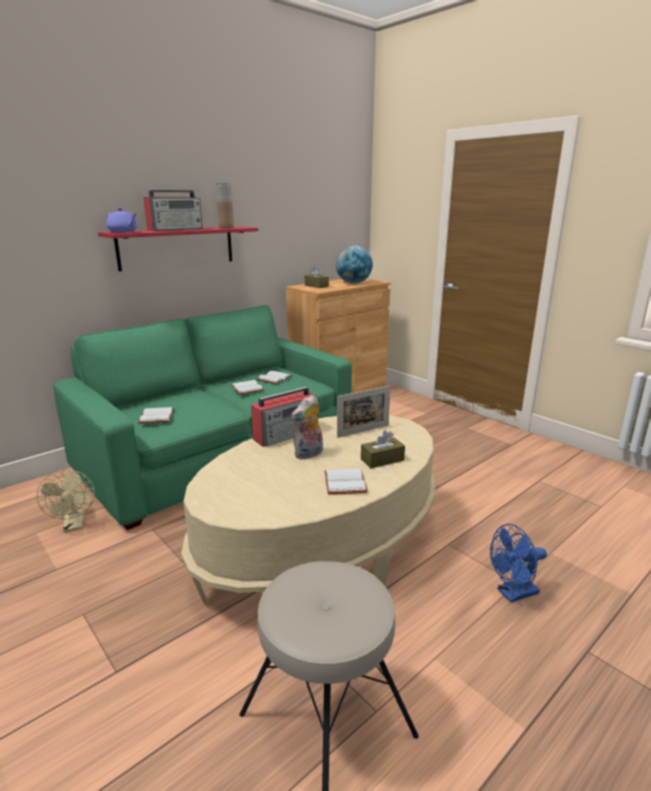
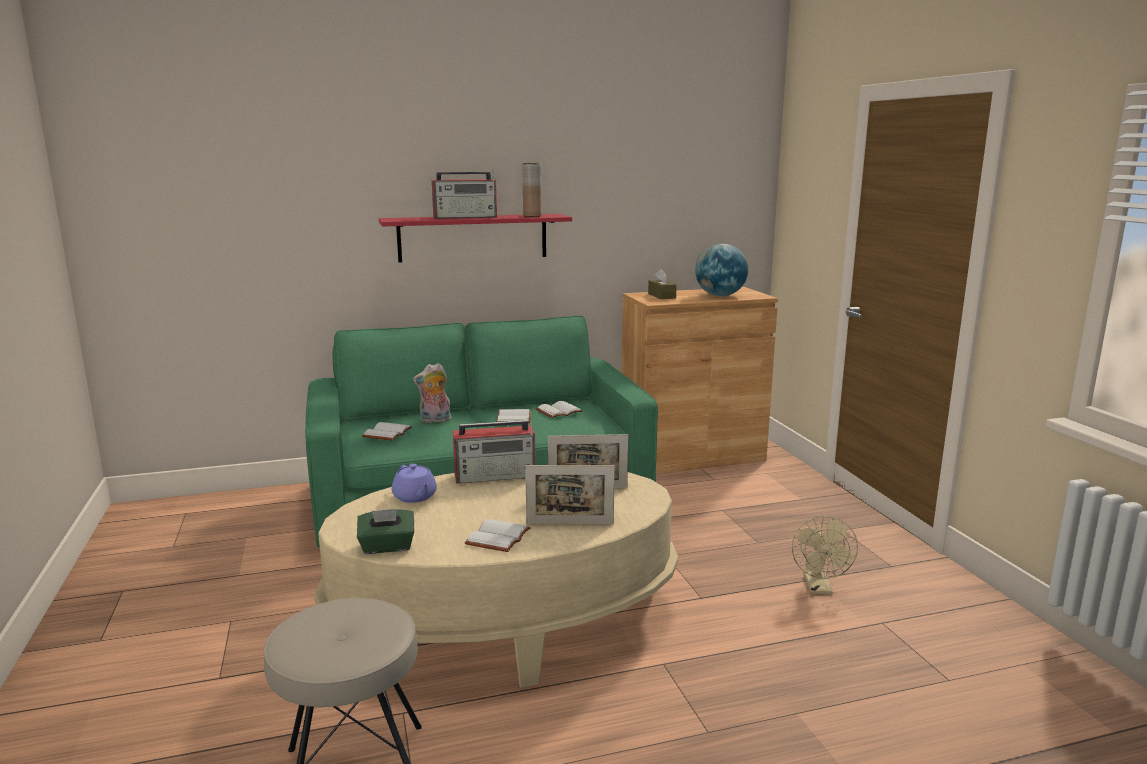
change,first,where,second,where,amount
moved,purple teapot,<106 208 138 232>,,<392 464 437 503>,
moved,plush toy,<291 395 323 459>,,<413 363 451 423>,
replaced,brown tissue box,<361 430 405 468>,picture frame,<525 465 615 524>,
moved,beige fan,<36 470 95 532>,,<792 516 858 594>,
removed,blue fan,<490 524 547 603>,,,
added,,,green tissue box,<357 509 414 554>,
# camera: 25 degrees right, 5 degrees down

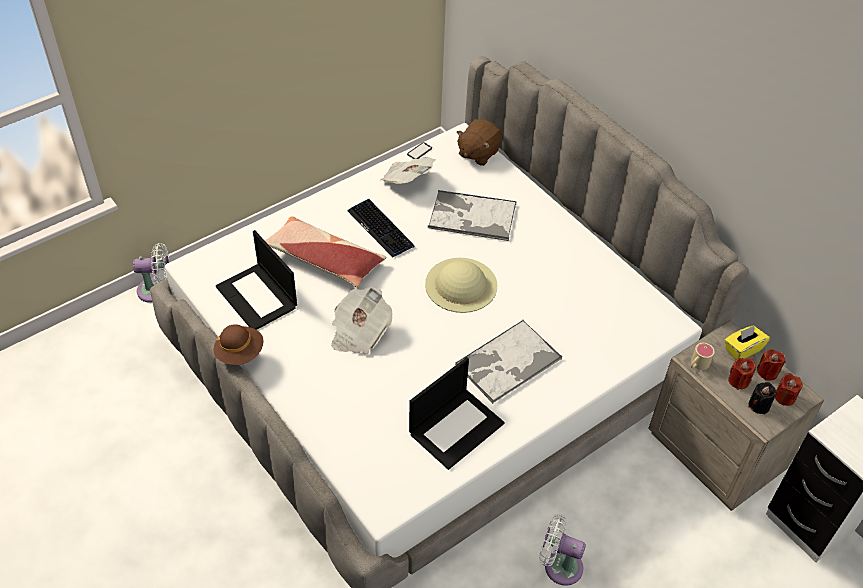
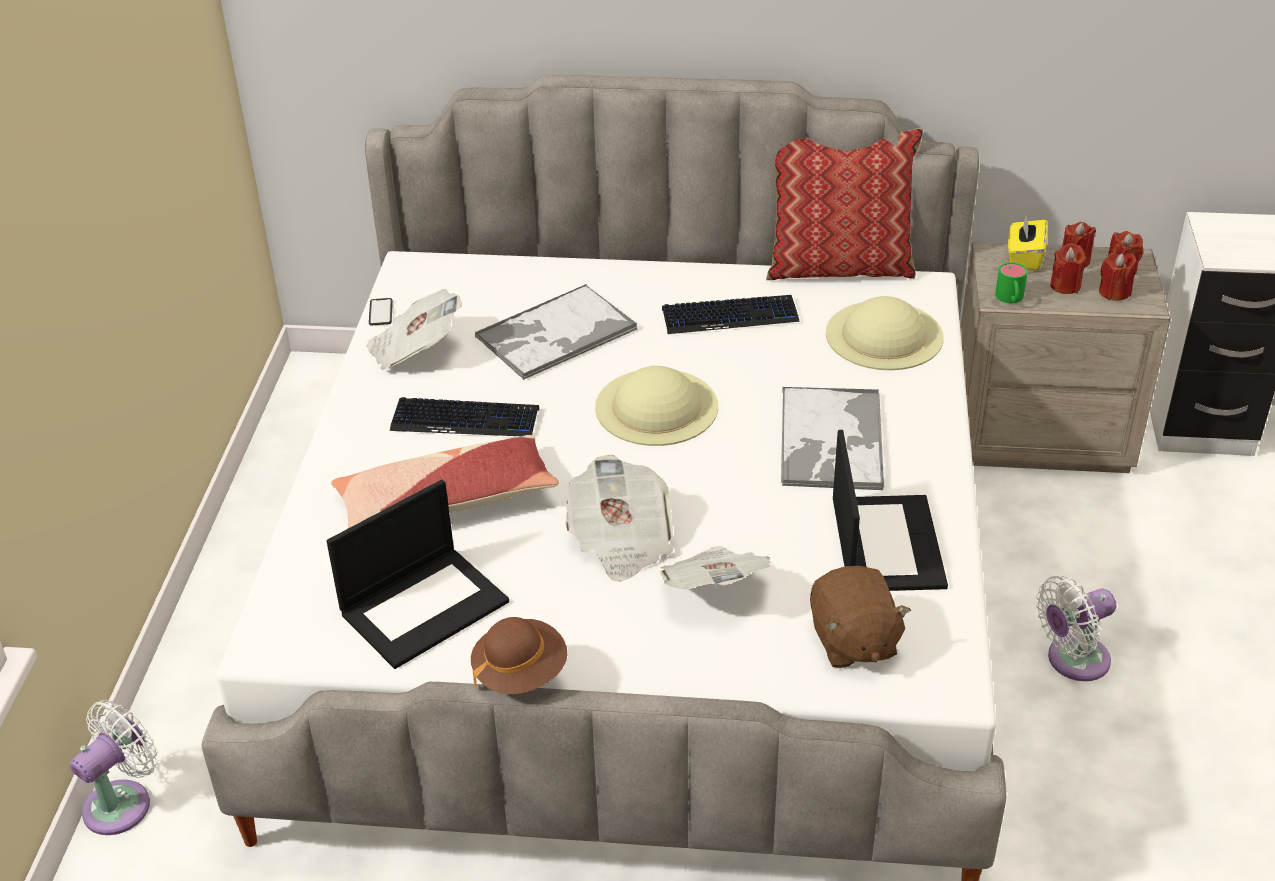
change,first,where,second,where,amount
moved,brown plush toy,<457 119 502 166>,,<810 566 911 668>,
turned,laptop,<216 230 297 330>,,<326 480 509 669>,45 degrees counterclockwise
recoloured,beige mug,<691 343 715 370>,green mug,<995 262 1028 303>,
recoloured,black candle,<748 382 777 414>,red candle,<1099 253 1136 301>,
added,,,pillow,<766 127 923 280>,
added,,,keyboard,<662 295 800 334>,
added,,,beige hat,<826 296 944 370>,
added,,,newspaper,<660 546 771 589>,
# camera: 45 degrees left, 10 degrees down

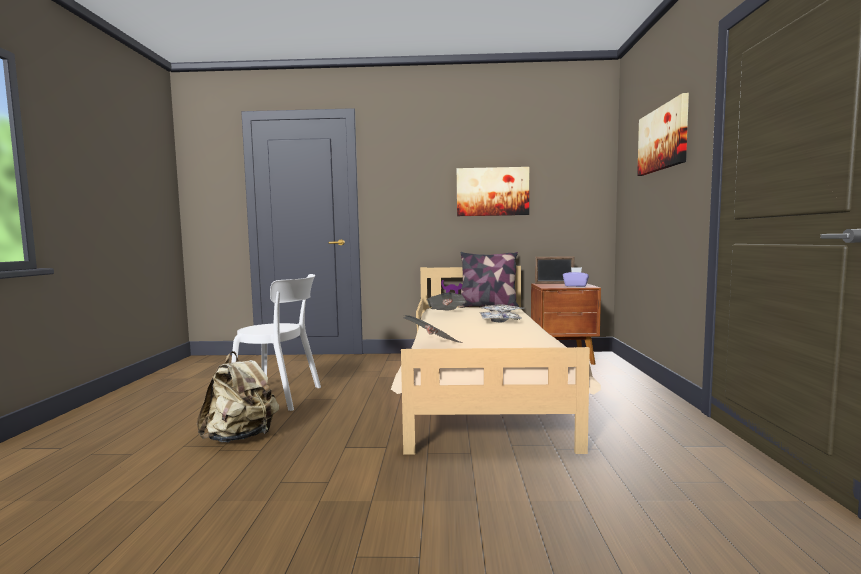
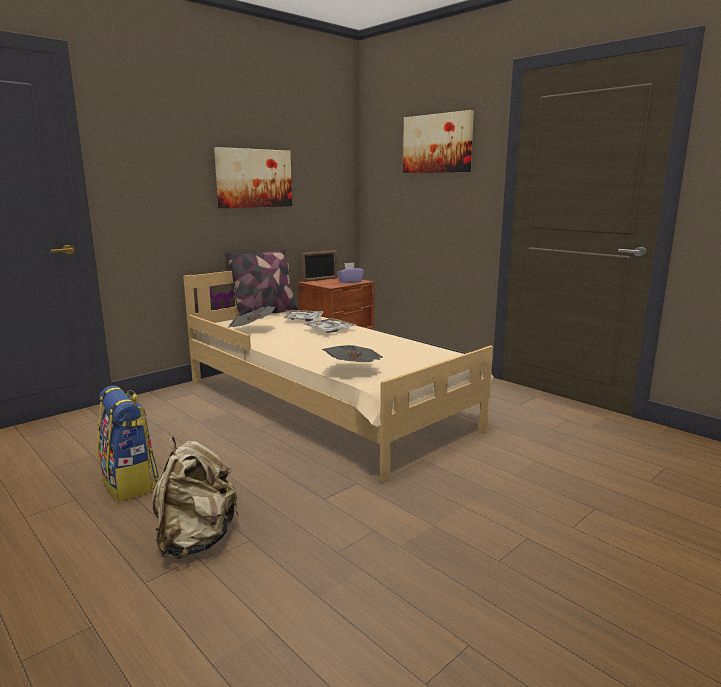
change,first,where,second,where,amount
replaced,white chair,<231 274 321 411>,backpack,<97 385 160 502>,
# camera: 45 degrees left, 10 degrees up

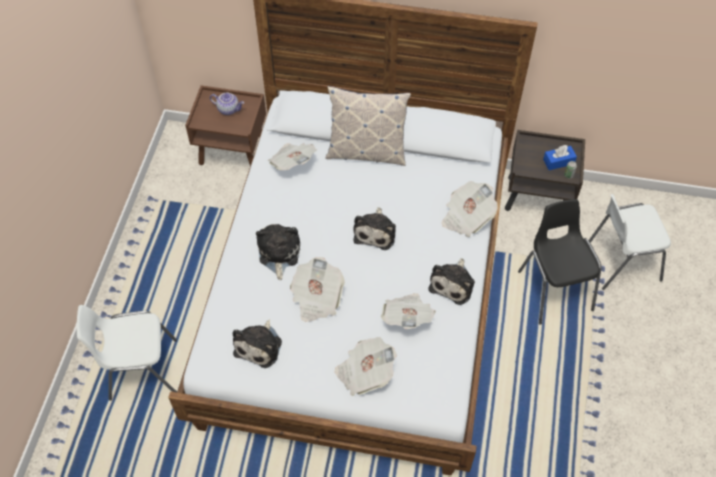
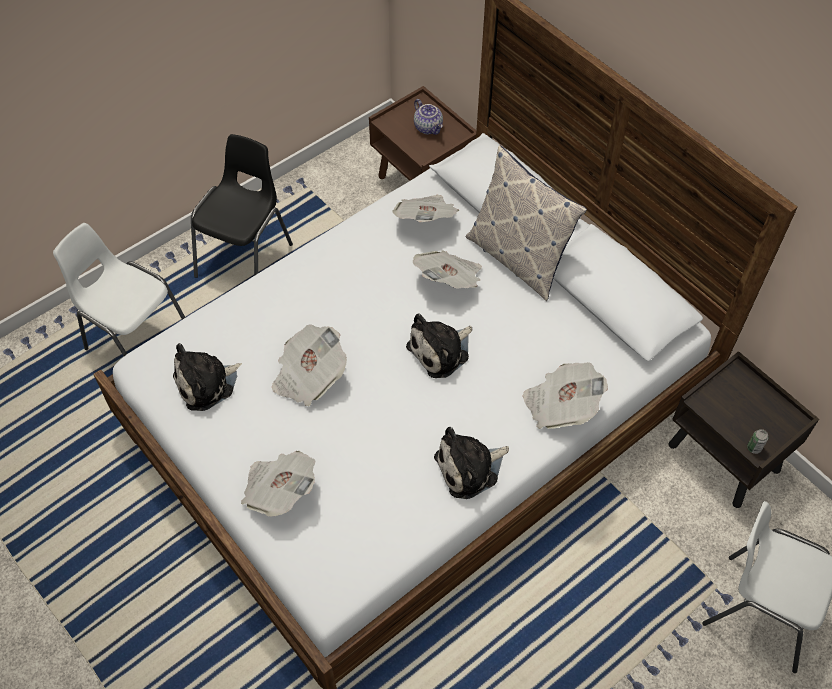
change,first,where,second,where,amount
removed,blue tissue box,<543 145 577 170>,,,
moved,black chair,<518 199 602 324>,,<191 134 293 278>,
removed,plush toy,<256 224 300 280>,,,
moved,newspaper,<381 293 436 329>,,<413 250 482 289>,
# camera: 40 degrees right, 0 degrees up

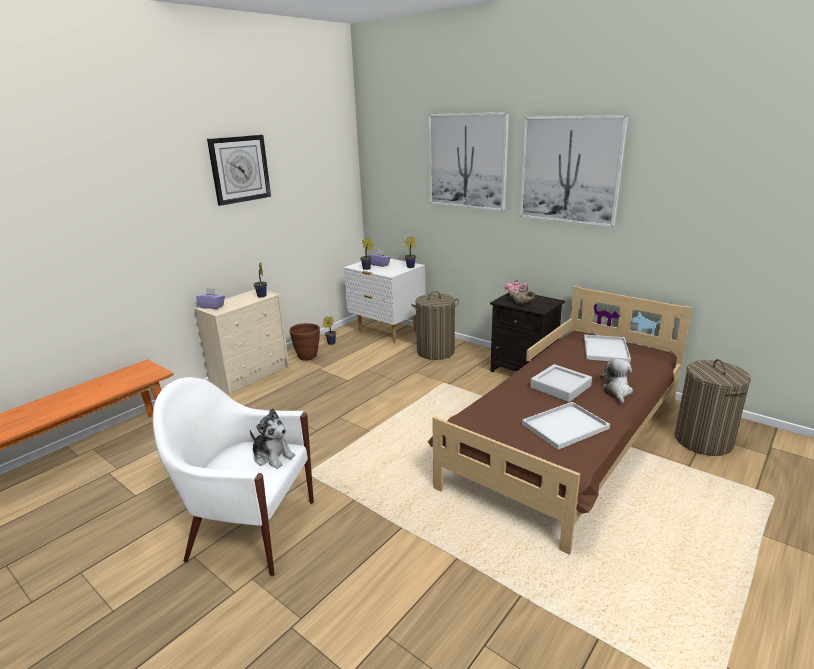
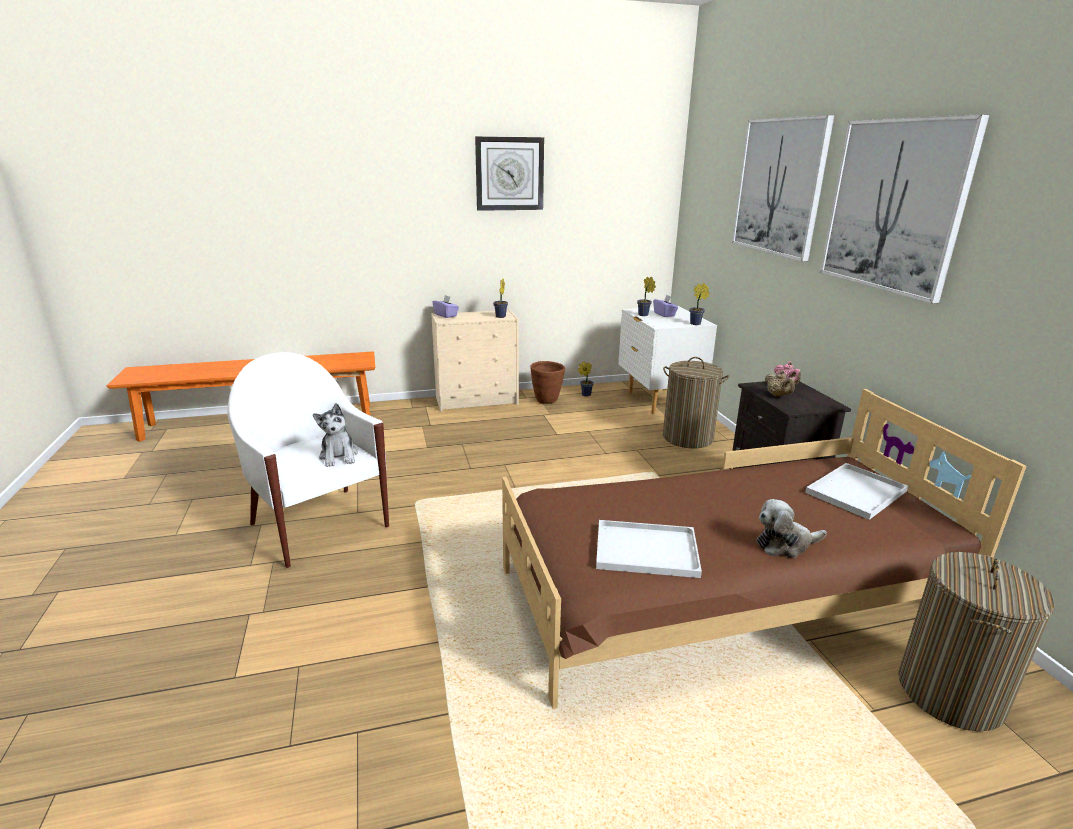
change,first,where,second,where,amount
turned,plush toy,<600 359 633 404>,,<756 499 827 558>,150 degrees counterclockwise
removed,grey tray,<530 364 592 402>,,,
# camera: 35 degrees right, 0 degrees up

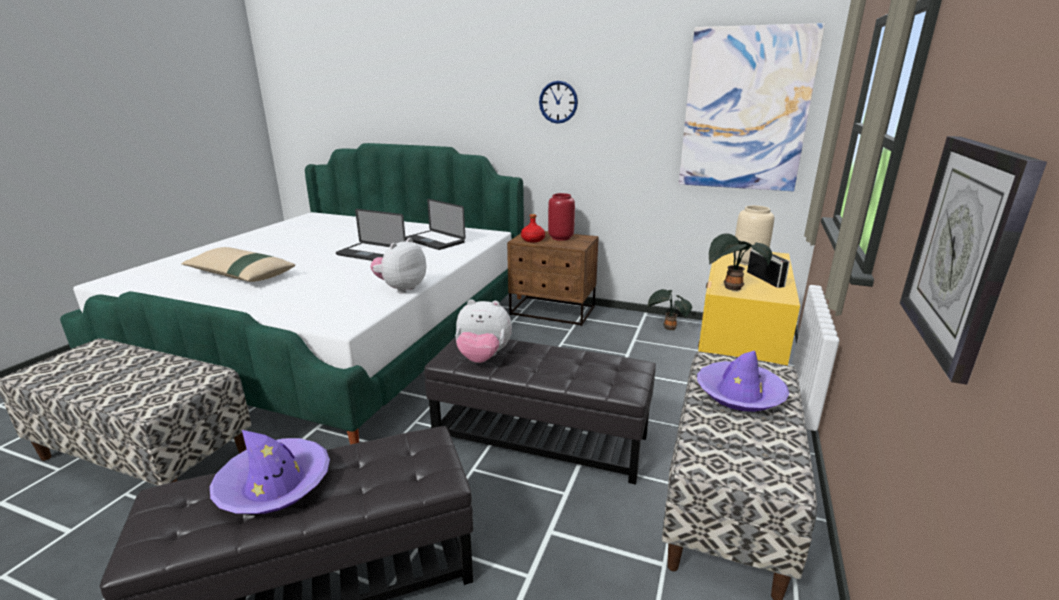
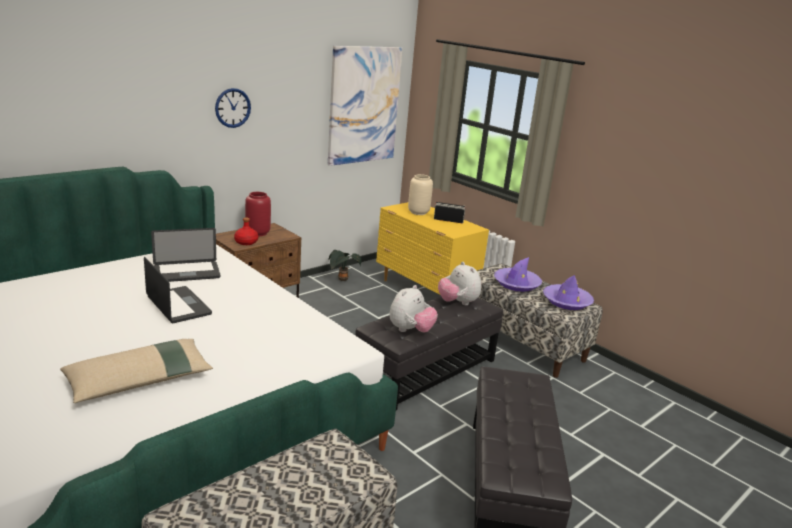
change,first,where,second,where,amount
removed,wall clock,<900 136 1047 385>,,,
turned,laptop,<336 209 406 261>,,<144 257 212 323>,90 degrees counterclockwise
removed,potted plant,<709 233 772 291>,,,
moved,plush toy,<370 238 426 294>,,<438 262 481 305>,
moved,purple hat,<210 430 330 514>,,<543 275 594 310>,
# camera: 65 degrees left, 0 degrees up

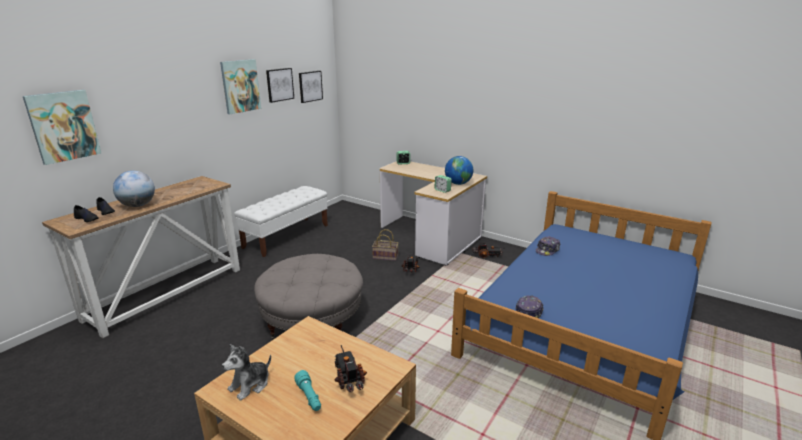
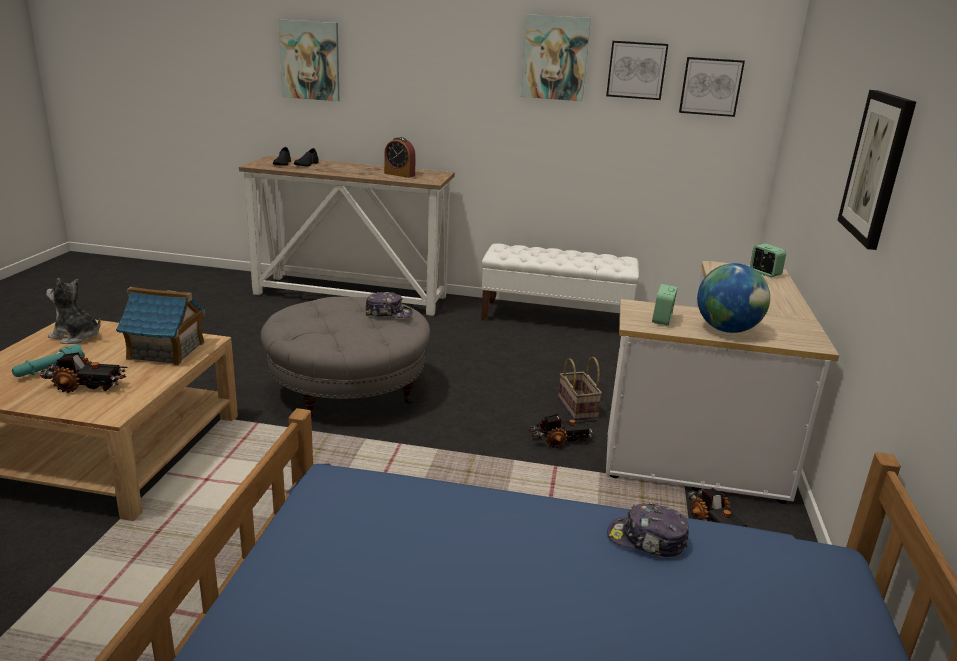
change,first,where,second,where,amount
removed,globe,<113 171 155 207>,,,
moved,cap,<515 295 544 318>,,<366 292 413 318>,
turned,toy truck,<334 345 367 392>,,<40 352 128 393>,45 degrees clockwise
added,,,picture,<838 90 916 250>,
added,,,alarm clock,<384 137 416 178>,
added,,,toy house,<116 287 207 365>,
# camera: 65 degrees right, 0 degrees up

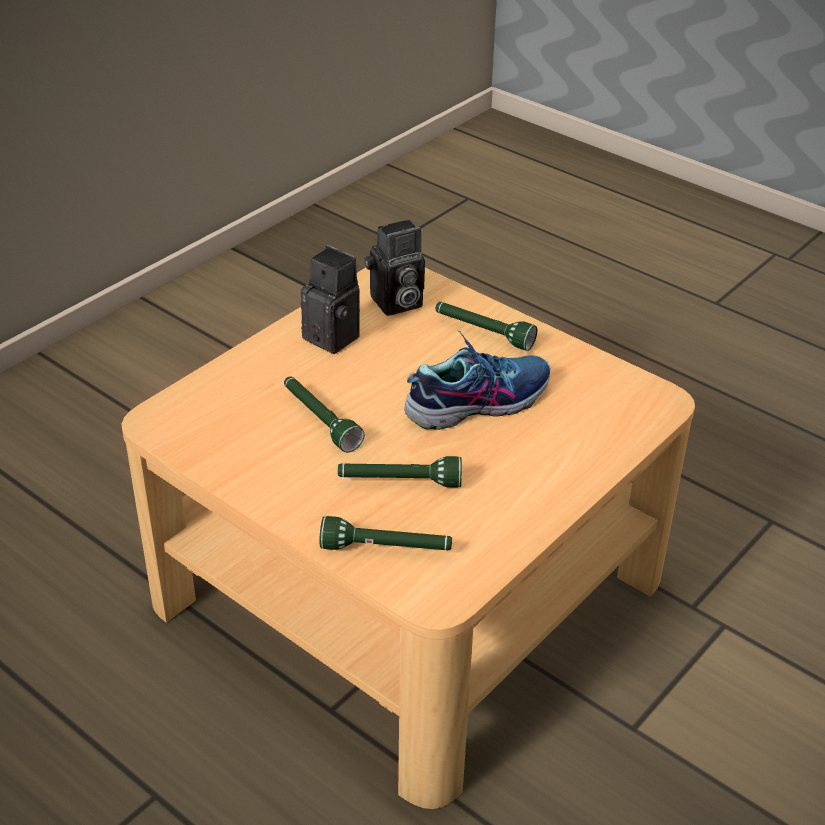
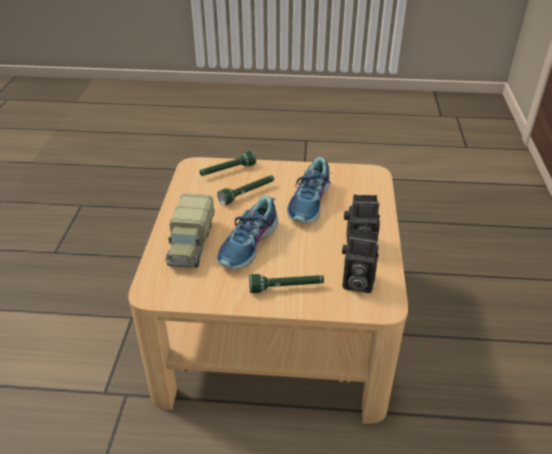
change,first,where,second,where,amount
turned,photo camera,<364 219 425 316>,,<342 229 379 293>,105 degrees counterclockwise
replaced,green flashlight,<284 377 364 452>,shoe,<287 157 331 223>,
added,,,toy truck,<165 193 215 268>,
# camera: 145 degrees right, 0 degrees up

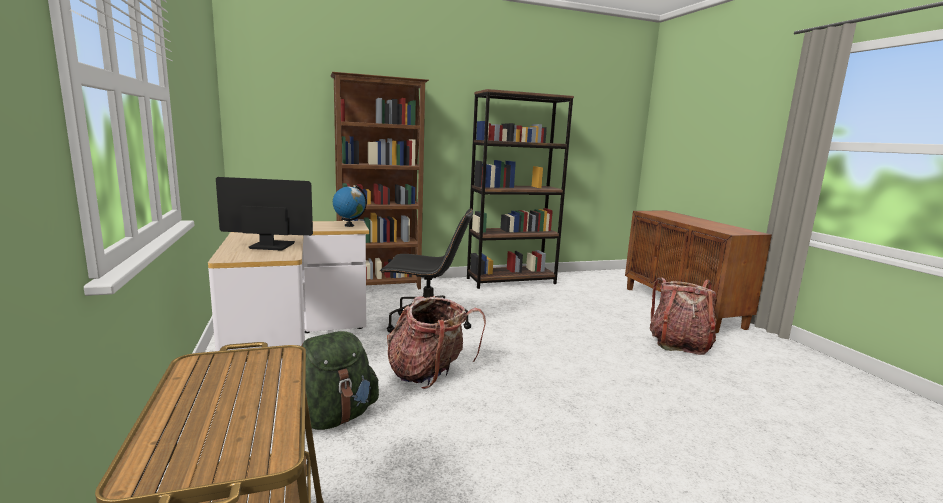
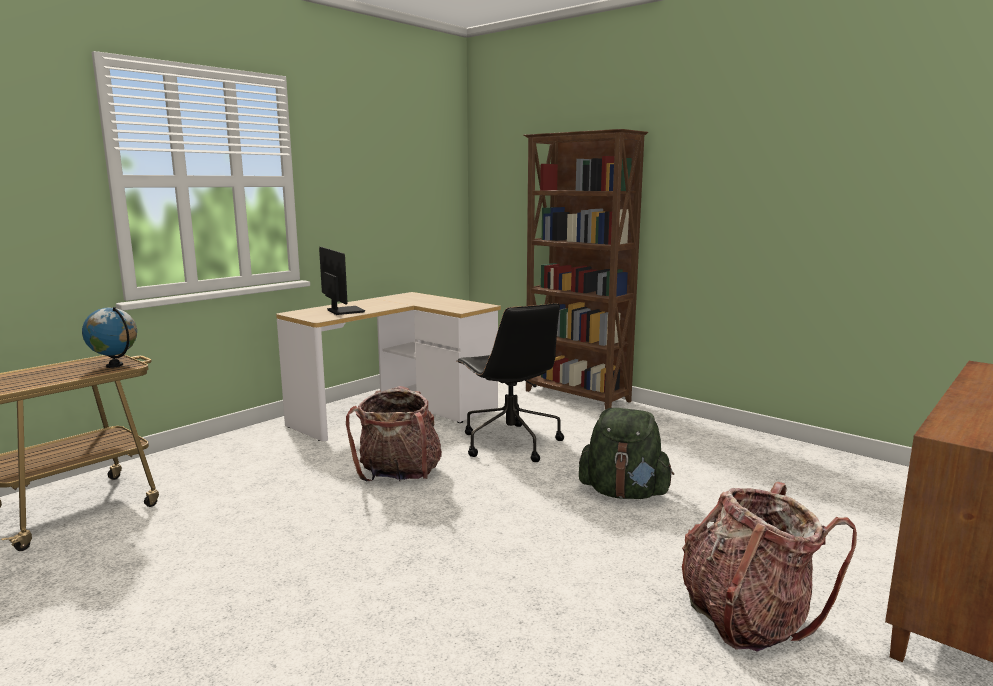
change,first,where,second,where,amount
removed,brown bookcase,<467 89 574 289>,,,
moved,globe,<333 185 367 227>,,<82 307 137 368>,
moved,green backpack,<302 331 379 430>,,<579 408 674 499>,
# camera: 60 degrees right, 0 degrees up

